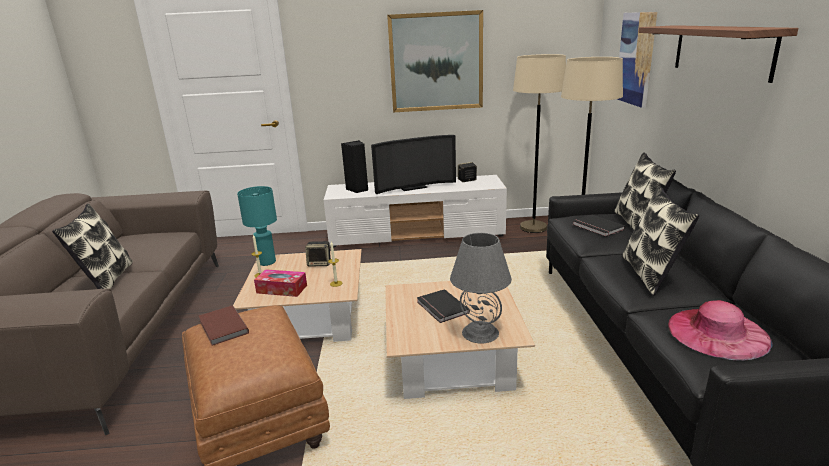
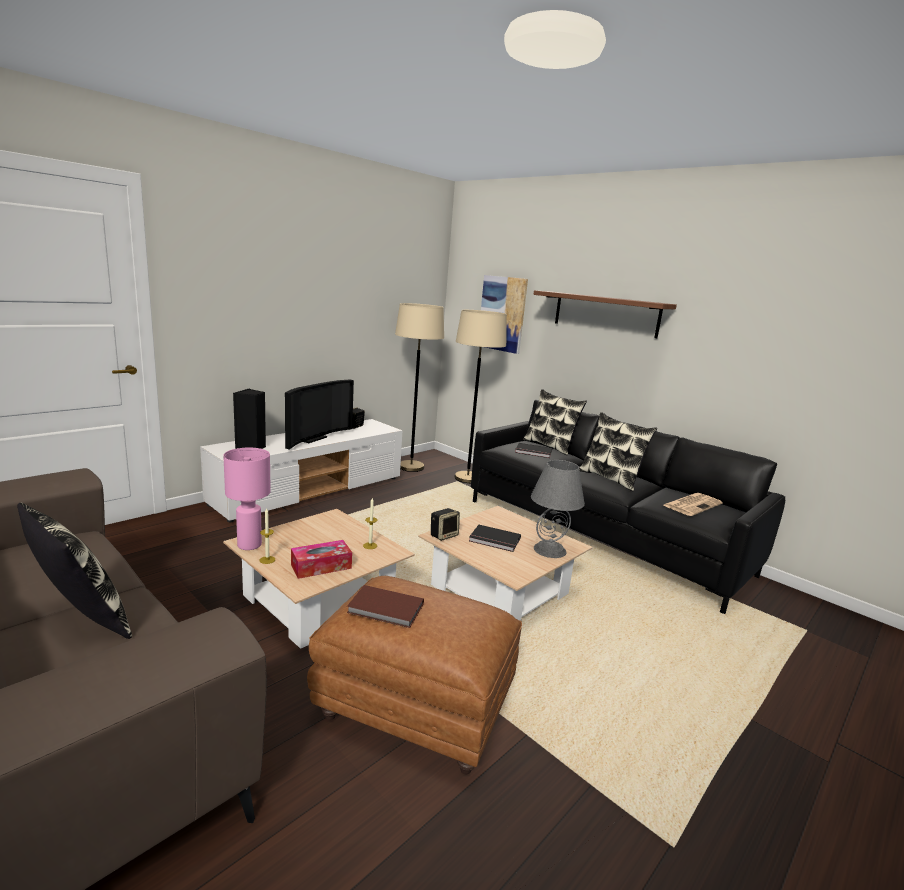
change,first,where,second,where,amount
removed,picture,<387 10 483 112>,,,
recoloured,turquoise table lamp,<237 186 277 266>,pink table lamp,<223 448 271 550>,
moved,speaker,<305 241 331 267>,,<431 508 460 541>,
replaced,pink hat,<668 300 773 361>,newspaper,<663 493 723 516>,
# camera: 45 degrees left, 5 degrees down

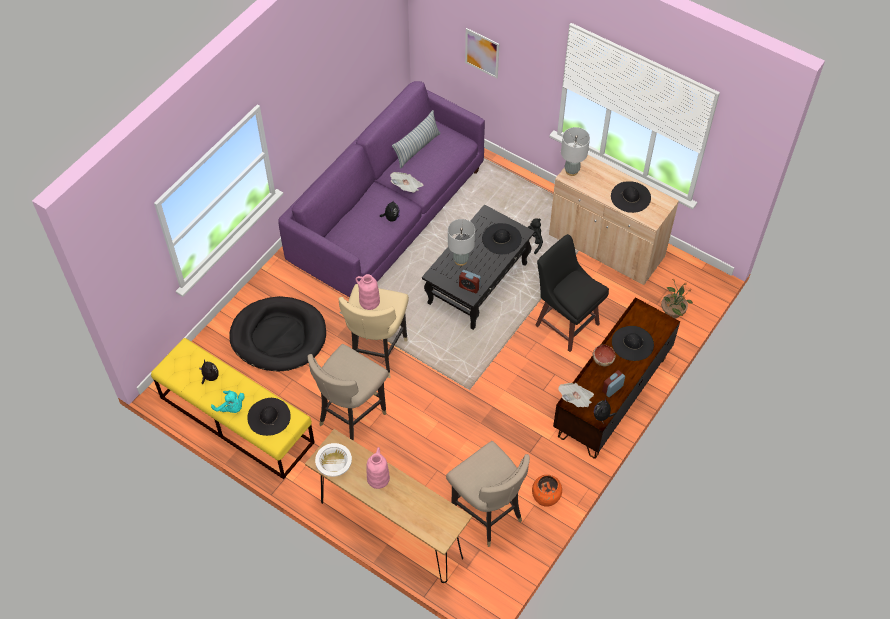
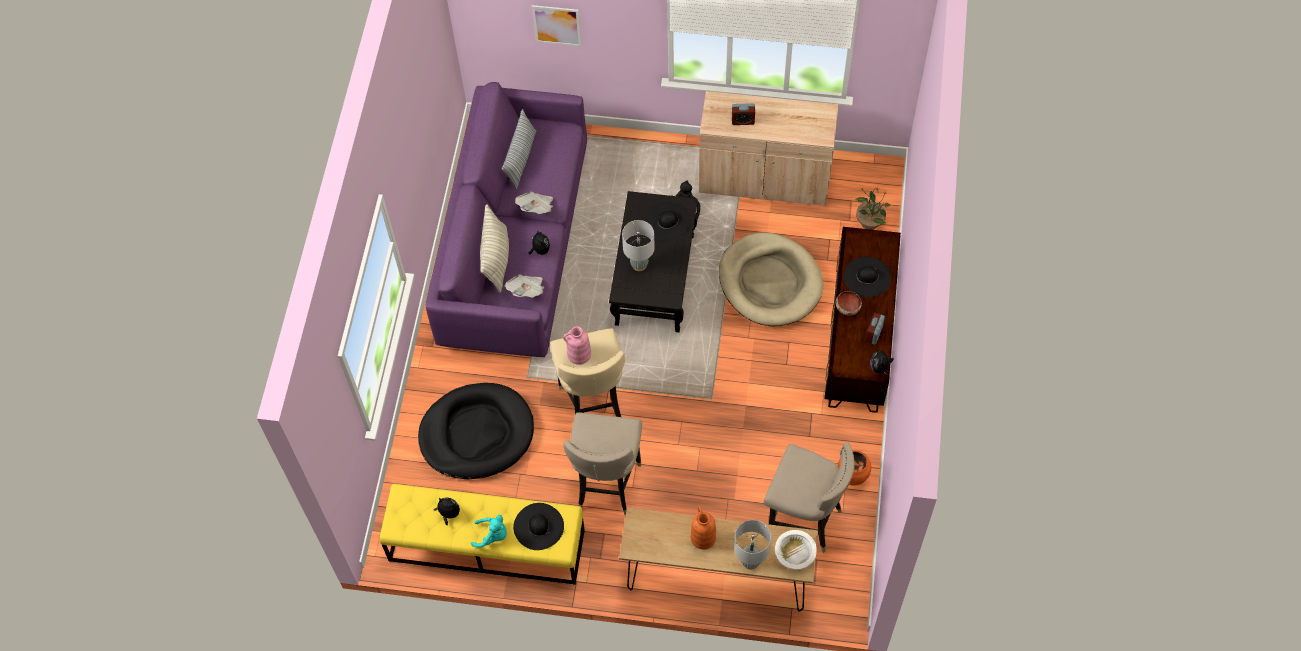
change,first,where,second,where,amount
moved,grey table lamp,<561 127 590 176>,,<734 520 771 570>,
removed,black hat,<611 181 651 213>,,,
replaced,black stool,<535 234 609 352>,beige dog bed,<719 232 824 326>,
moved,alarm clock,<459 270 481 293>,,<732 103 755 125>,
moved,newspaper,<558 383 594 407>,,<505 274 544 297>,
moved,white bowl,<315 443 352 477>,,<775 530 817 570>,
recoloured,pink vase,<367 447 390 489>,orange vase,<691 506 716 549>,
added,,,pillow,<480 204 509 293>,
# camera: 25 degrees left, 5 degrees up

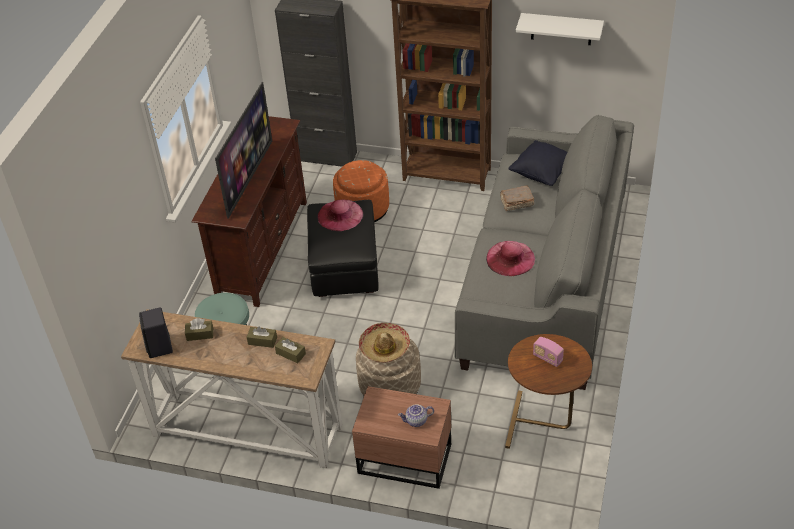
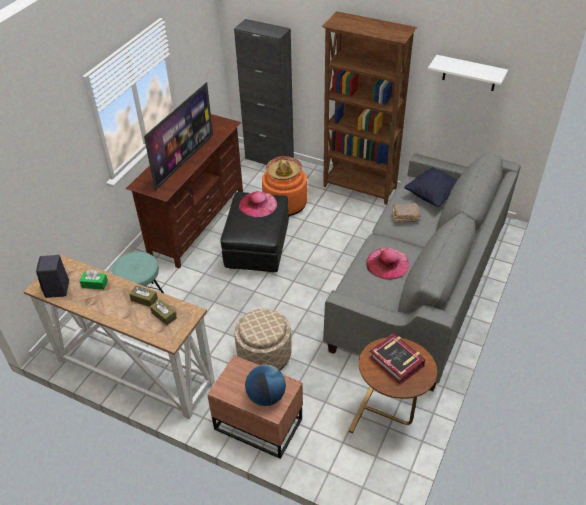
change,first,where,second,where,amount
recoloured,brown tissue box,<185 318 213 341>,green tissue box,<79 270 108 290>,
moved,hat,<359 323 410 363>,,<266 156 302 180>,
replaced,radio,<533 337 564 367>,book,<369 333 425 385>,
replaced,teapot,<398 404 434 427>,globe,<245 364 286 406>,
# camera: 10 degrees right, 0 degrees up

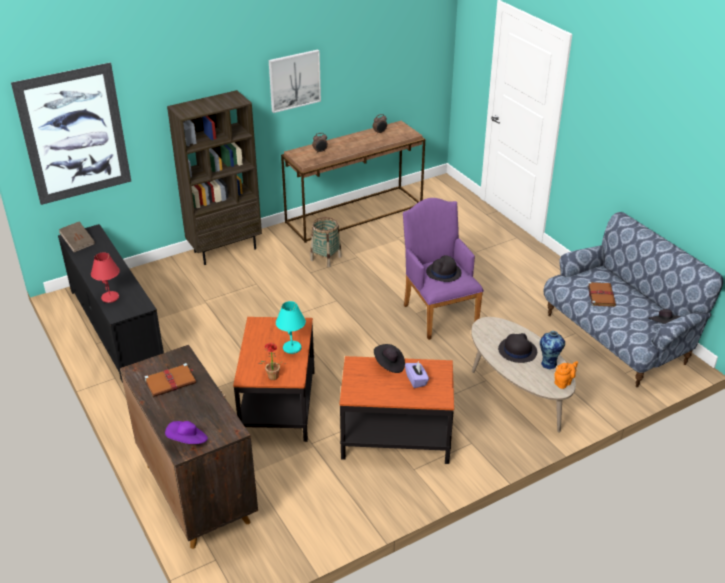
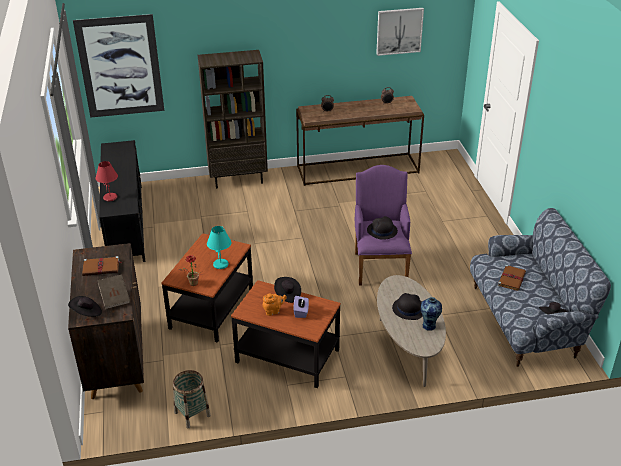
change,first,where,second,where,amount
moved,picture,<269 50 321 113>,,<376 8 424 56>,
moved,basket,<310 217 342 267>,,<173 370 211 428>,
moved,brown book,<59 221 95 252>,,<97 275 130 309>,
moved,orange teapot,<554 361 578 389>,,<263 293 287 316>,
recoloured,purple hat,<165 421 208 444>,black hat,<68 296 102 317>,
# camera: 20 degrees right, 0 degrees up

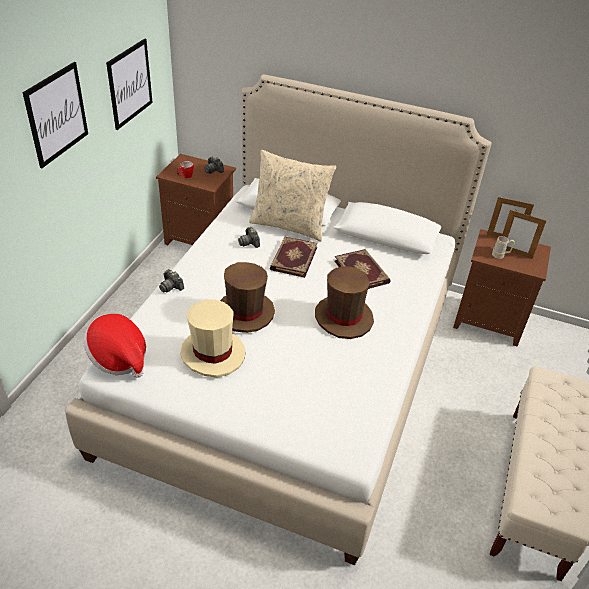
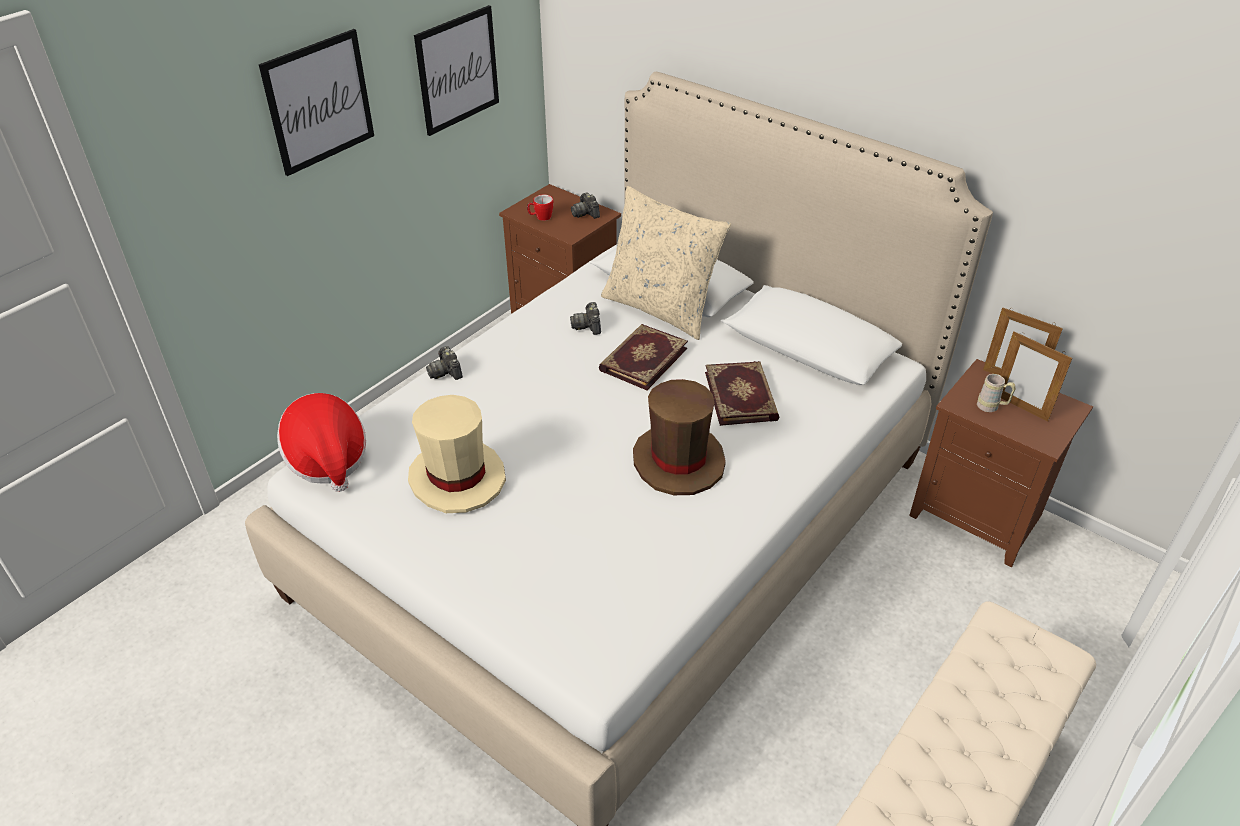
change,first,where,second,where,amount
removed,brown hat,<220 262 275 333>,,,
# camera: 20 degrees right, 0 degrees up

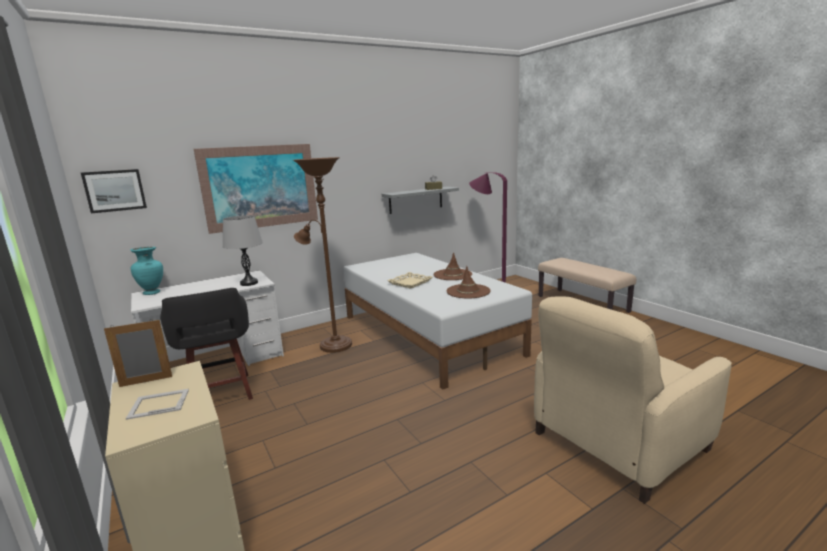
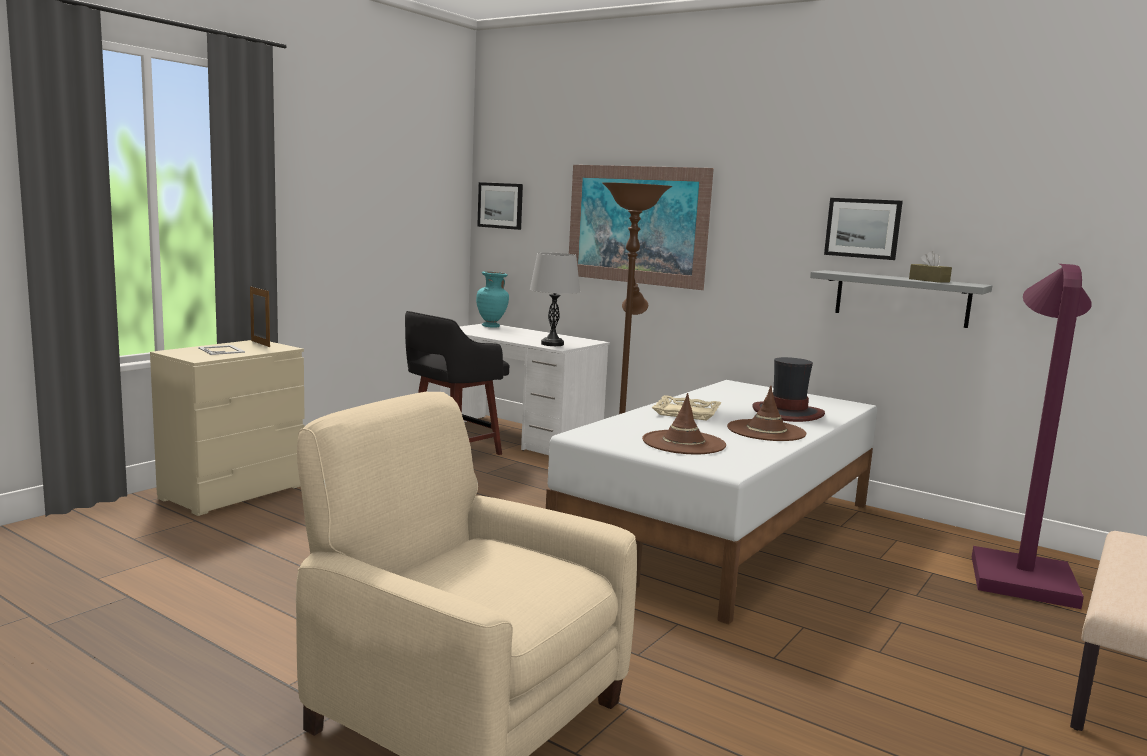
change,first,where,second,where,amount
added,,,picture,<824 198 903 260>,
added,,,hat,<752 357 825 422>,
# camera: 65 degrees right, 5 degrees down

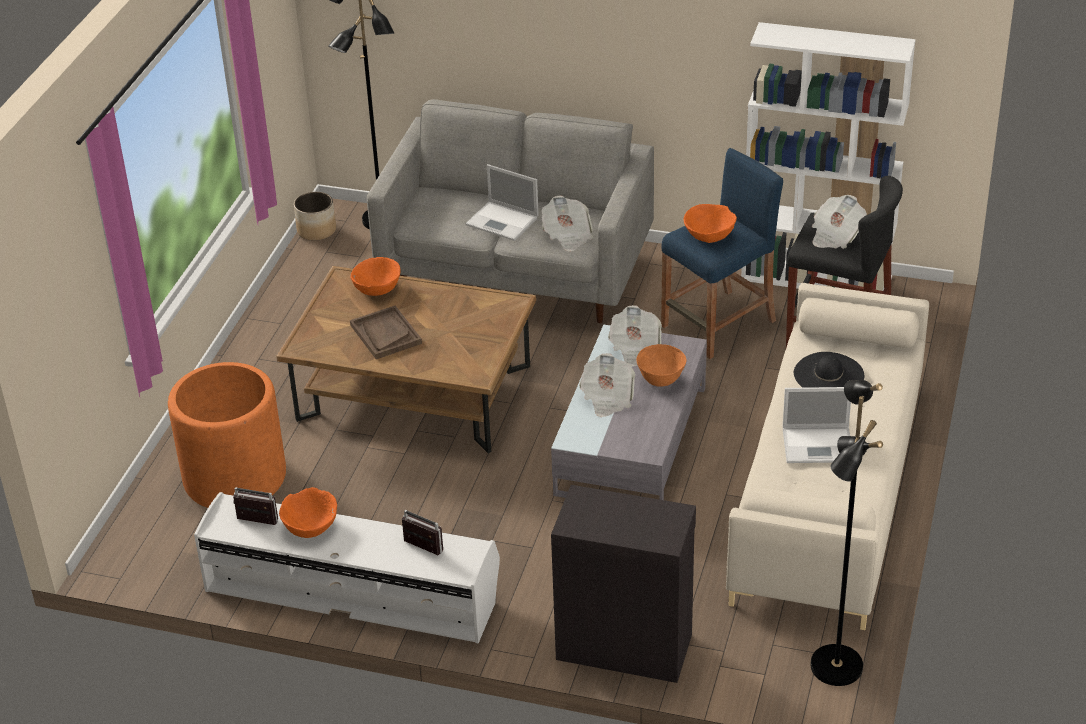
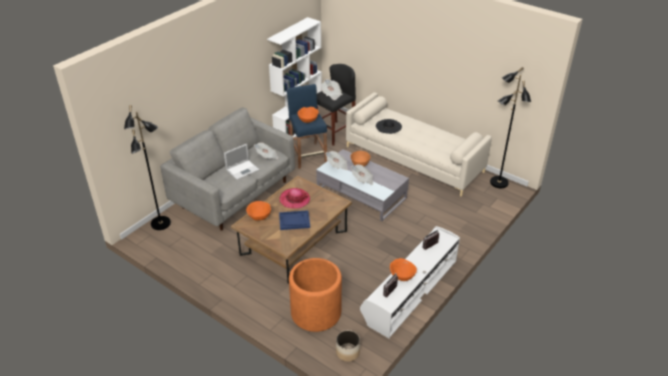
change,first,where,second,where,amount
moved,planter,<294 192 336 241>,,<336 330 360 362>,
recoloured,brown tray,<350 306 422 359>,blue tray,<279 210 310 230>,
removed,laptop,<783 387 851 463>,,,
removed,black cabinet,<551 485 696 683>,,,
added,,,hat,<280 188 310 208>,
# camera: 70 degrees left, 0 degrees up

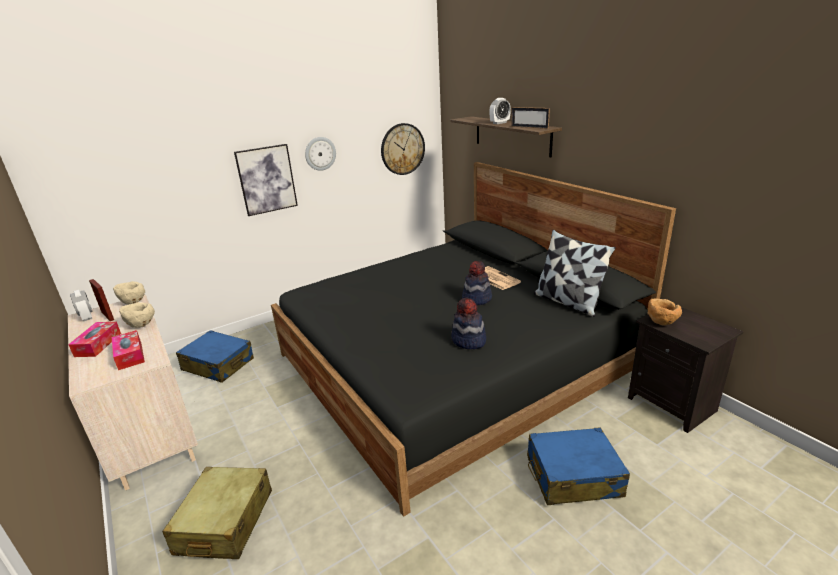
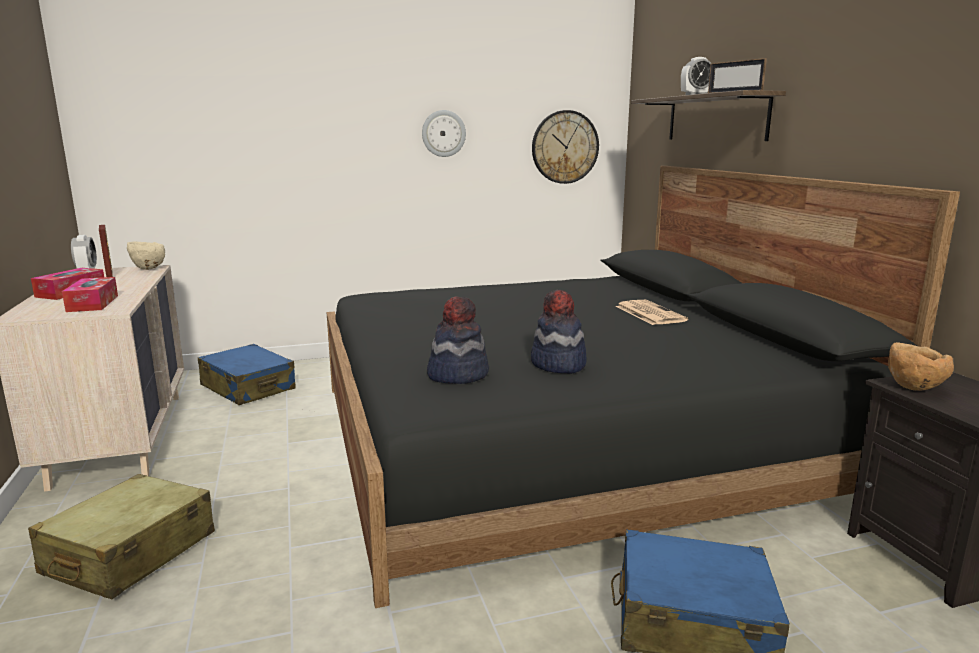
change,first,where,second,where,amount
removed,picture,<234 144 298 216>,,,
removed,pillow,<534 230 616 317>,,,
moved,hat,<462 261 492 305>,,<427 296 489 384>,
removed,beige bowl,<119 302 155 328>,,,
# camera: 15 degrees right, 10 degrees down

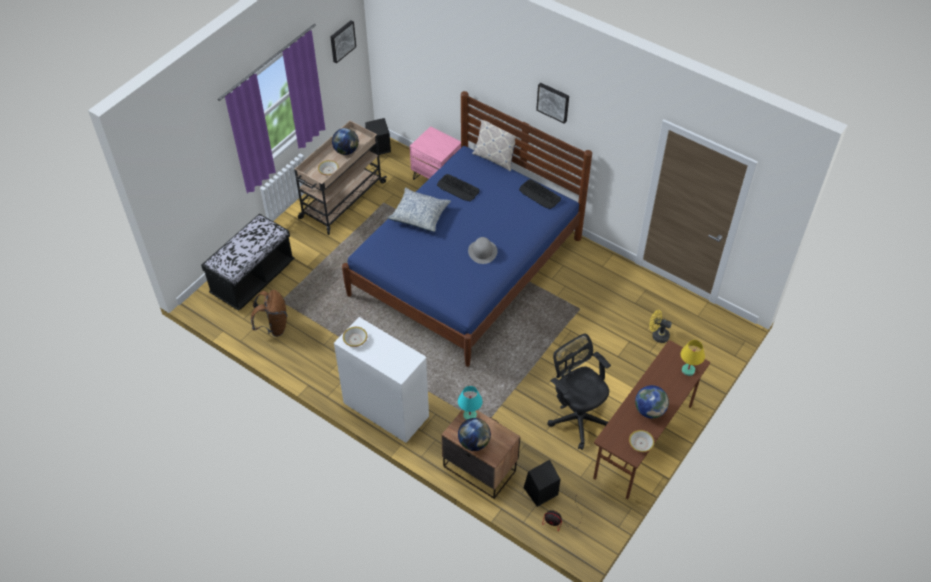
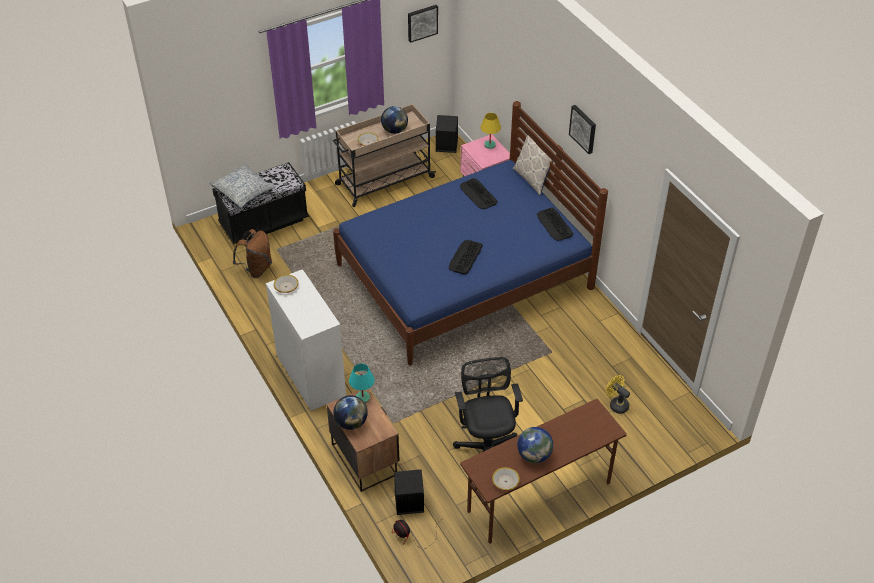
change,first,where,second,where,amount
moved,pillow,<387 188 451 232>,,<210 163 276 208>,
replaced,grey hat,<468 237 498 264>,keyboard,<449 240 483 274>,
moved,yellow table lamp,<680 340 705 376>,,<480 113 501 149>,
# camera: 25 degrees right, 5 degrees down

